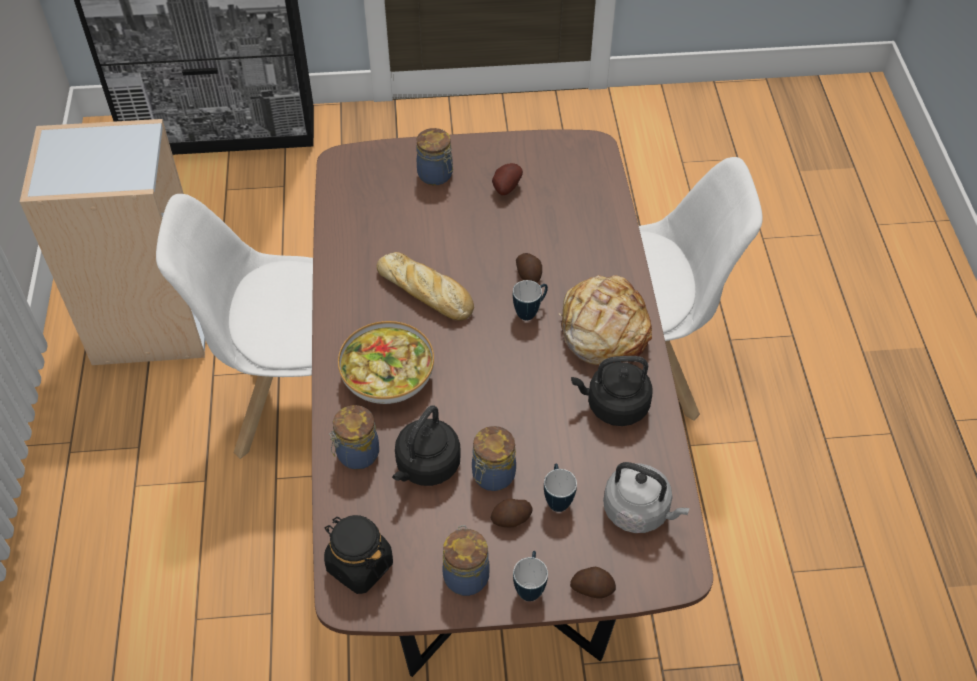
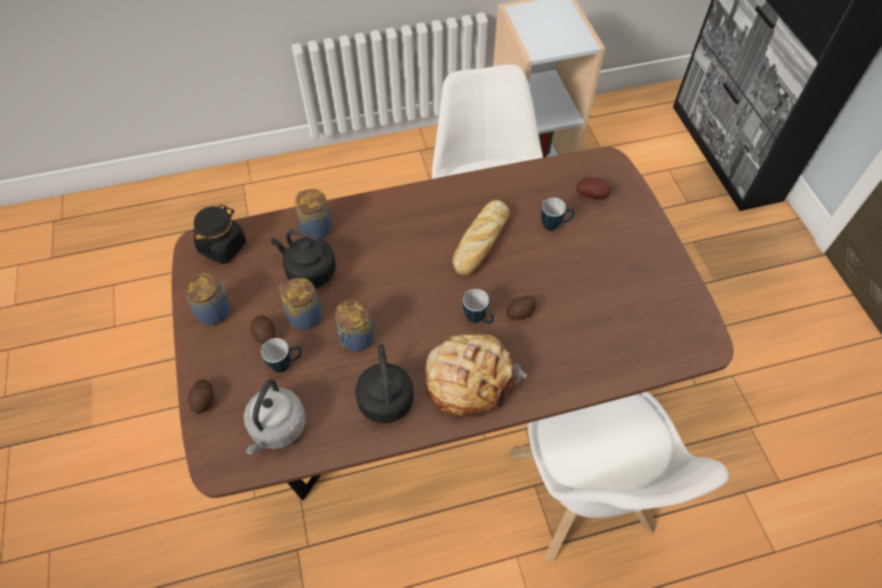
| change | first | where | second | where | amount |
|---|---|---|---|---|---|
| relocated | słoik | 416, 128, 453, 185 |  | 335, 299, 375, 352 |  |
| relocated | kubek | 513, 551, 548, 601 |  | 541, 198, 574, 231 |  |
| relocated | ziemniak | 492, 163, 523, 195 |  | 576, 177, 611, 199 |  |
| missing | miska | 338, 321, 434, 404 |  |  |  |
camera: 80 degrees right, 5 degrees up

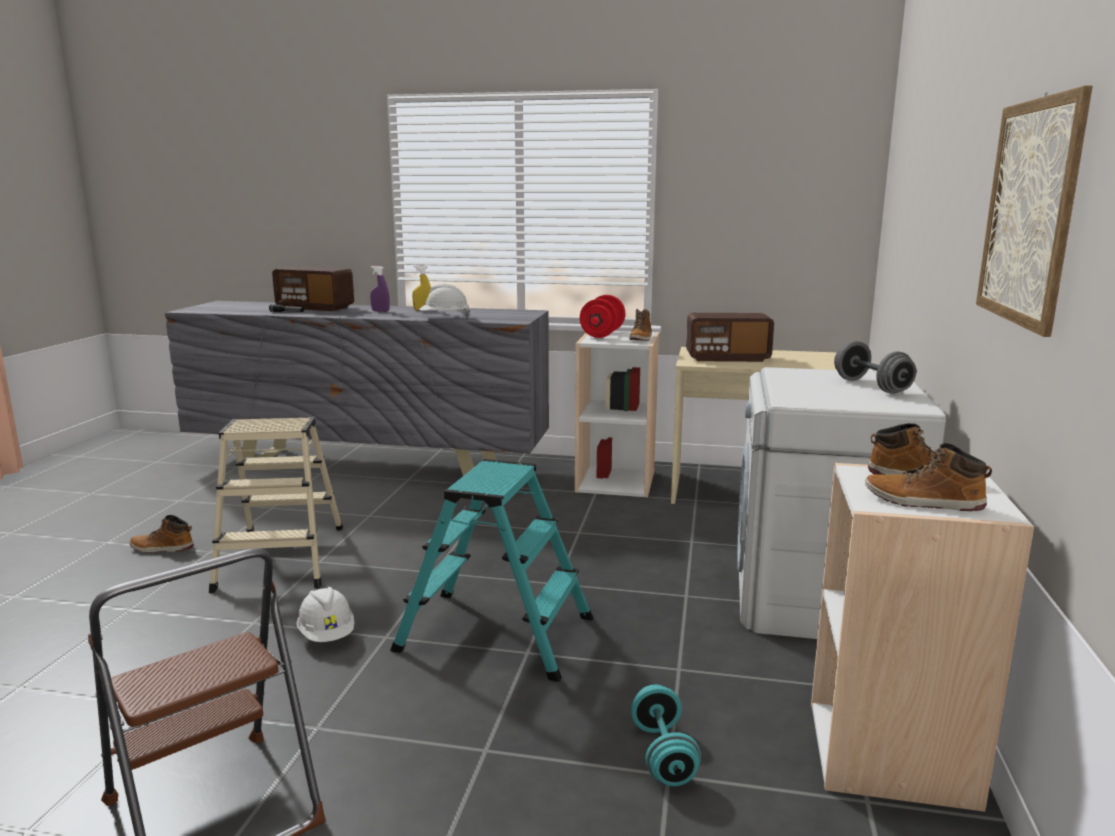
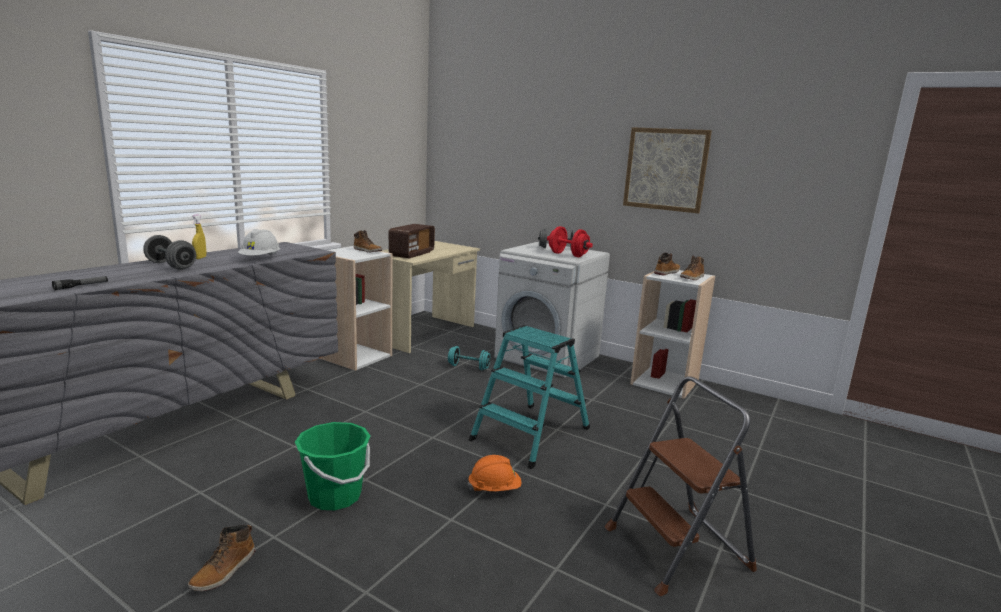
| change | first | where | second | where | amount |
|---|---|---|---|---|---|
| exchanged | spryskiwacz (fioletowy) | 370, 266, 389, 312 | hantel (szary) | 143, 235, 196, 270 |  |
| exchanged | drabinka (beżowy) | 209, 417, 343, 593 | wiadro (zielony) | 295, 422, 371, 510 |  |
| relocated | hantel (turkusowy) | 631, 685, 701, 786 |  | 448, 346, 490, 370 |  |
| colour | kask (biały) | 296, 587, 354, 642 | kask (pomarańczowy) | 468, 455, 522, 492 |  |
| relocated | hantel (czerwony) | 580, 295, 625, 338 |  | 547, 226, 593, 257 |  |
| missing | radio | 272, 266, 354, 311 |  |  |  |
camera: 70 degrees left, 0 degrees up

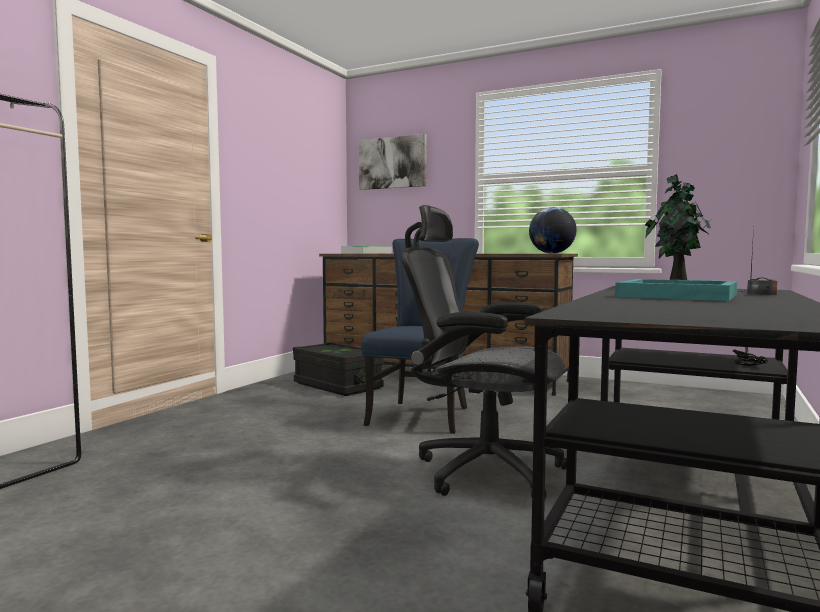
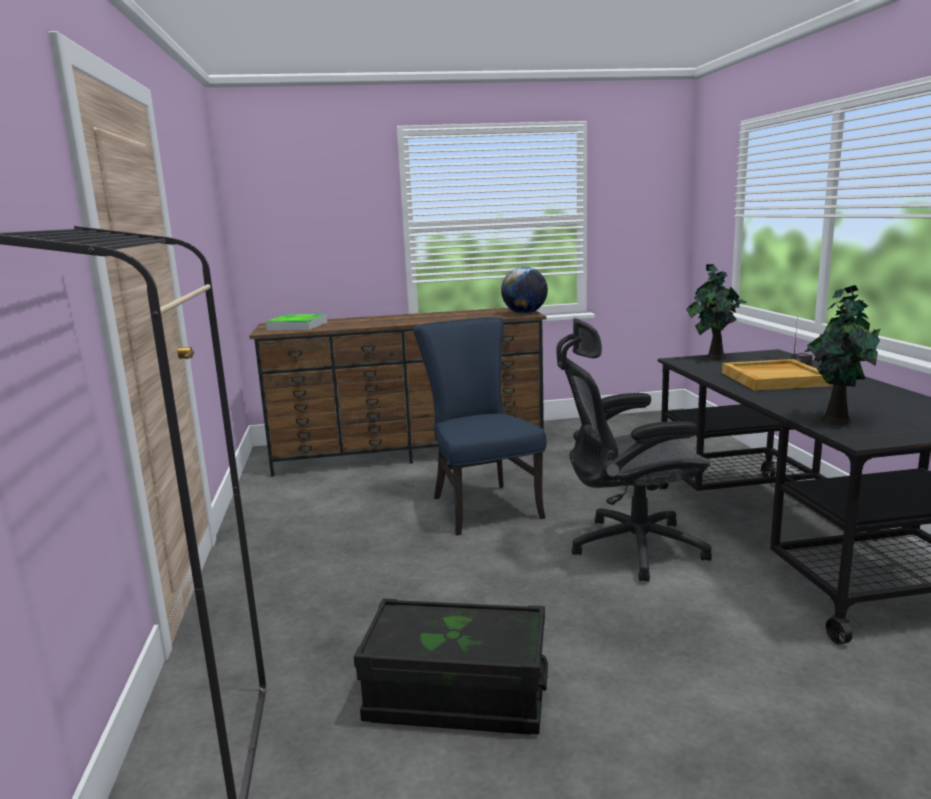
| change | first | where | second | where | amount |
|---|---|---|---|---|---|
| relocated | pojemnik do przechowywania (czarny) | 293, 342, 384, 396 |  | 354, 598, 548, 735 |  |
| colour | taca (turkusowy) | 615, 279, 737, 301 | taca (beżowy) | 722, 359, 833, 391 |  |
| appeared |  |  | roślina doniczkowa | 805, 285, 880, 425 |  |
| missing | obraz | 359, 134, 426, 190 |  |  |  |
camera: 35 degrees left, 10 degrees up

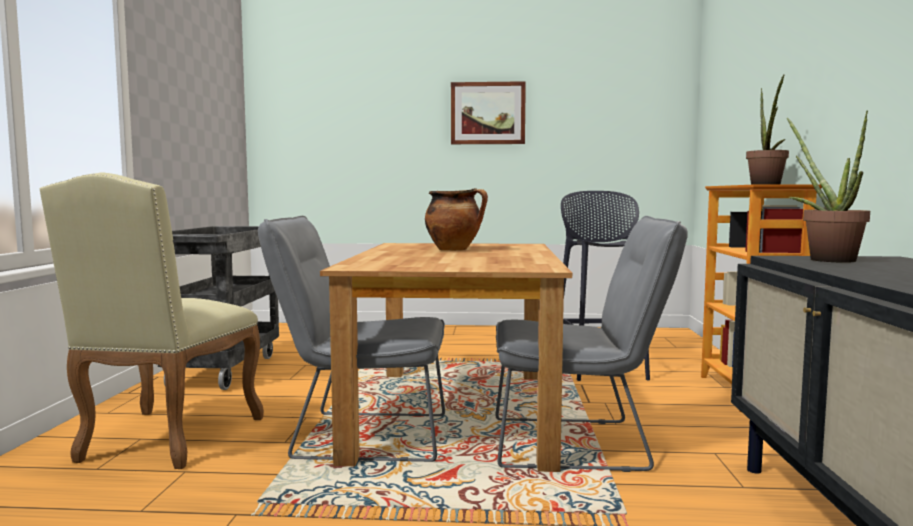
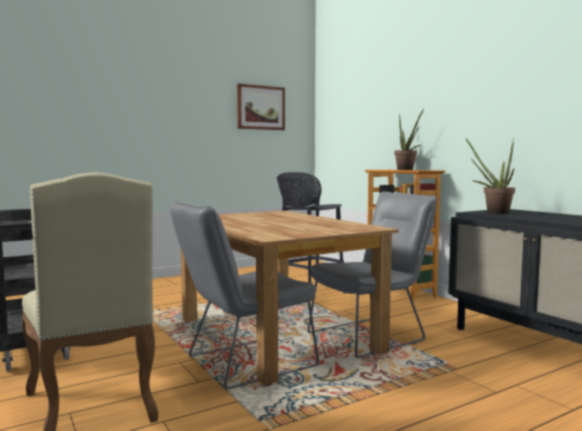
| change | first | where | second | where | amount |
|---|---|---|---|---|---|
| relocated | obraz | 451, 81, 526, 144 |  | 237, 83, 285, 130 |  |
| missing | garnek | 425, 188, 488, 251 |  |  |  |
camera: 35 degrees left, 0 degrees up

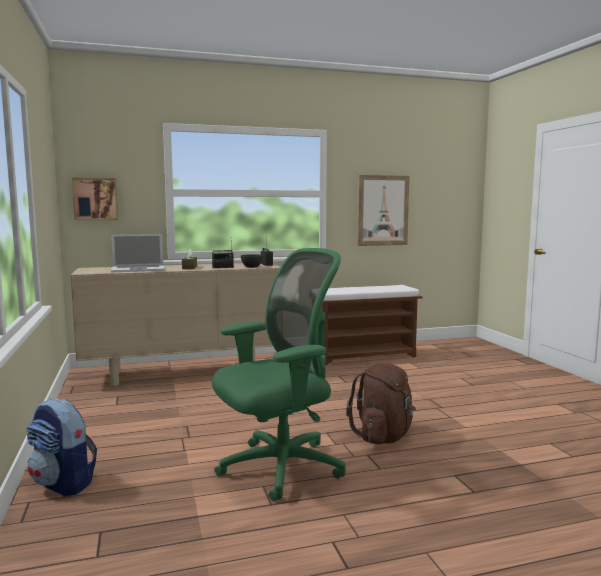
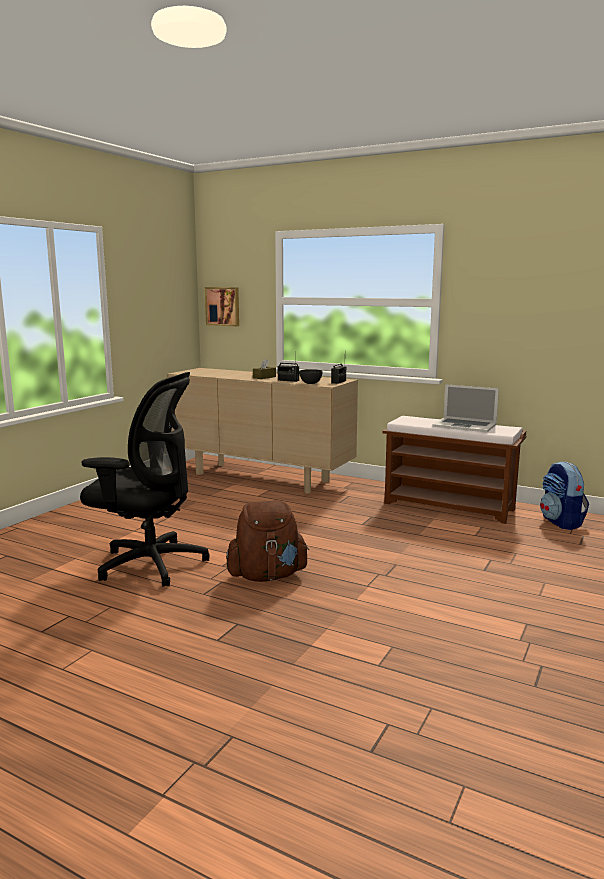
| change | first | where | second | where | amount |
|---|---|---|---|---|---|
| colour | krzesło biurowe (zielony) | 212, 248, 346, 502 | krzesło biurowe (czarny) | 80, 372, 210, 586 |  |
| relocated | laptop | 111, 234, 165, 272 |  | 432, 384, 499, 432 |  |
| relocated | plecak | 26, 399, 97, 497 |  | 540, 461, 589, 530 |  |
| missing | obraz | 358, 175, 409, 246 |  |  |  |
camera: 45 degrees right, 5 degrees up

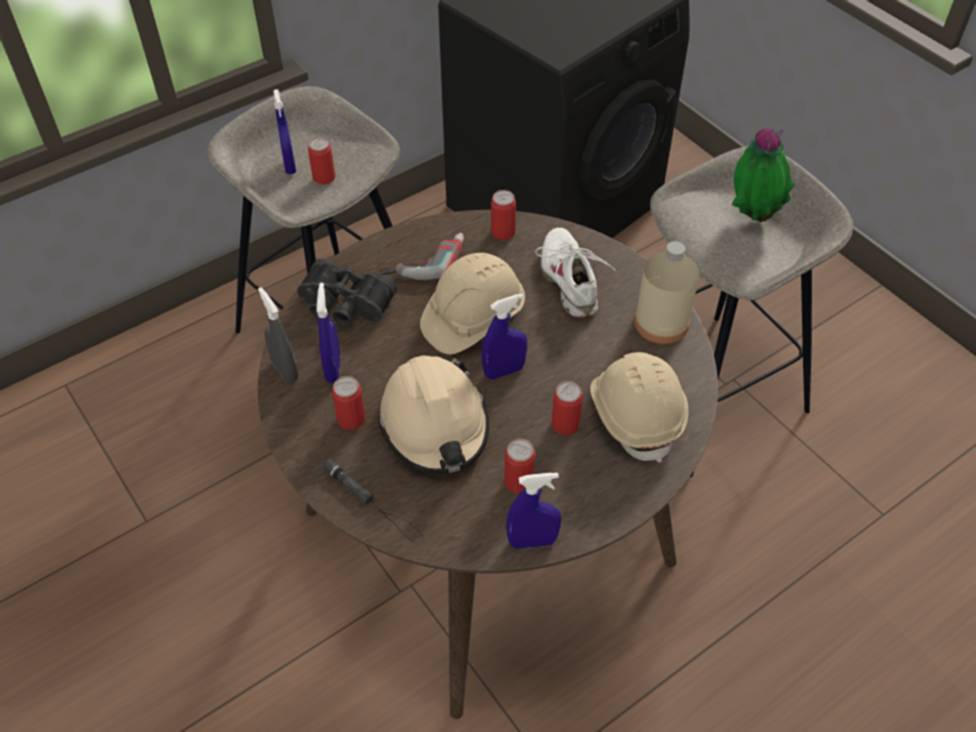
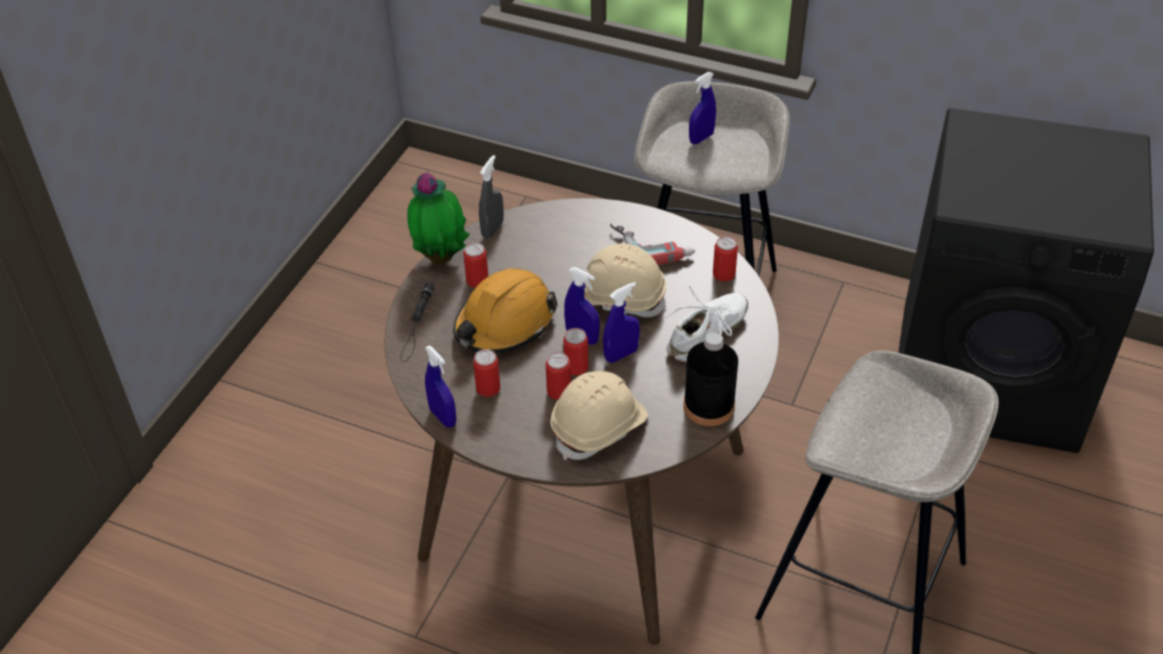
| change | first | where | second | where | amount |
|---|---|---|---|---|---|
| relocated | roślina doniczkowa | 732, 128, 795, 222 |  | 407, 172, 470, 265 |  |
| colour | kask (beżowy) | 378, 355, 489, 474 | kask (pomarańczowy) | 453, 268, 558, 353 |  |
| relocated | puszka | 308, 137, 335, 184 |  | 563, 328, 588, 375 |  |
| relocated | spryskiwacz (niebieski) | 317, 283, 340, 383 |  | 603, 282, 640, 363 |  |
| colour | butelka (beżowy) | 634, 241, 700, 344 | butelka (czarny) | 683, 332, 738, 426 |  |
| missing | lornetka (czarny) | 297, 259, 397, 326 |  |  |  |
camera: 60 degrees right, 5 degrees down

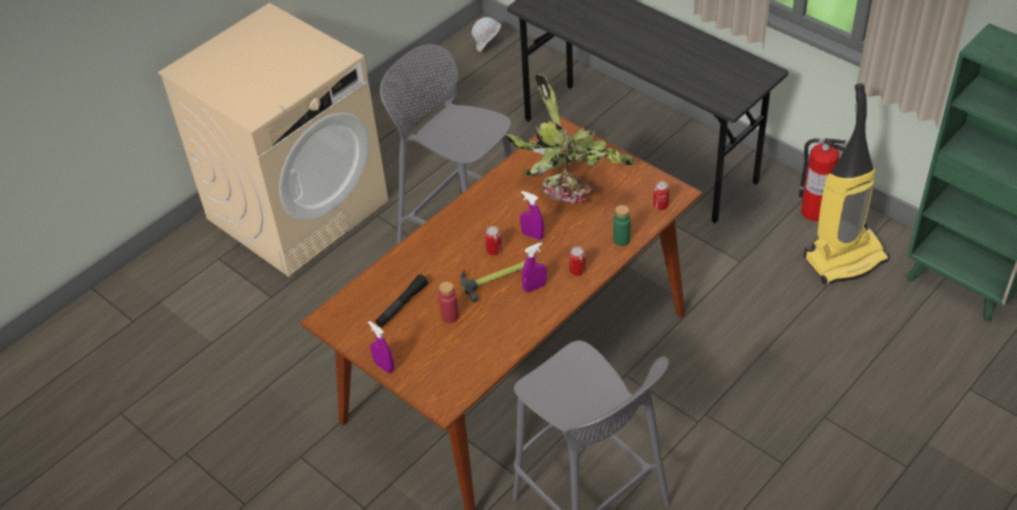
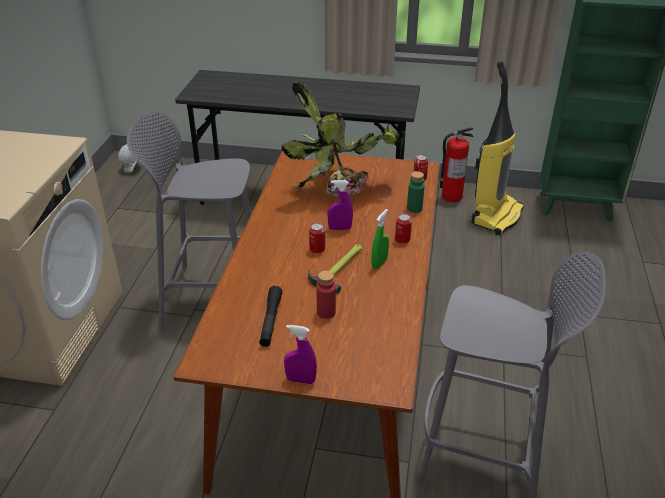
| change | first | where | second | where | amount |
|---|---|---|---|---|---|
| colour | spryskiwacz (fioletowy) | 522, 242, 547, 292 | spryskiwacz (zielony) | 371, 209, 389, 269 |  |
camera: 35 degrees left, 10 degrees down

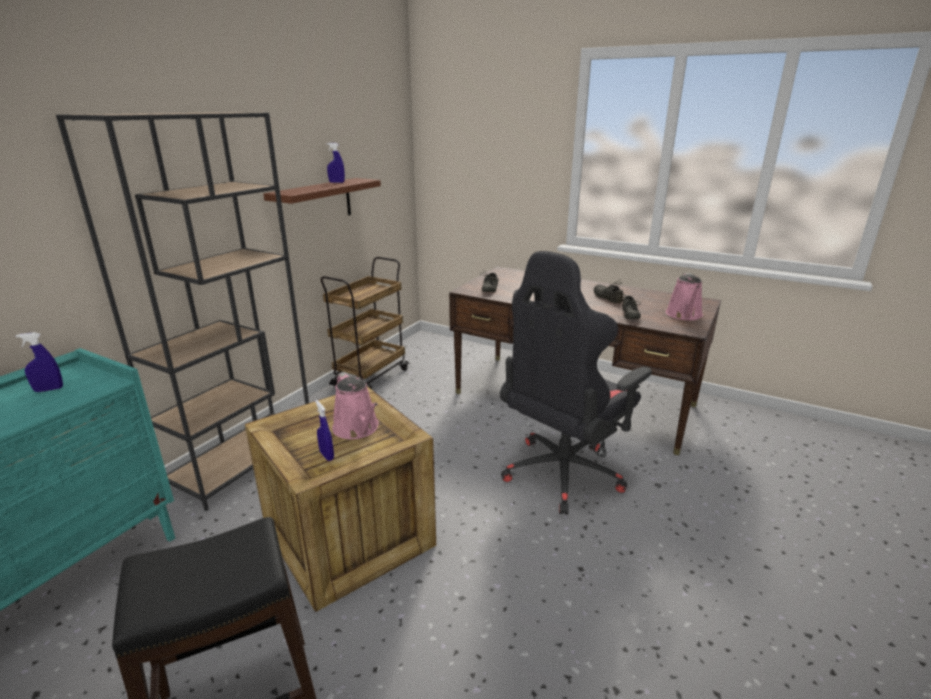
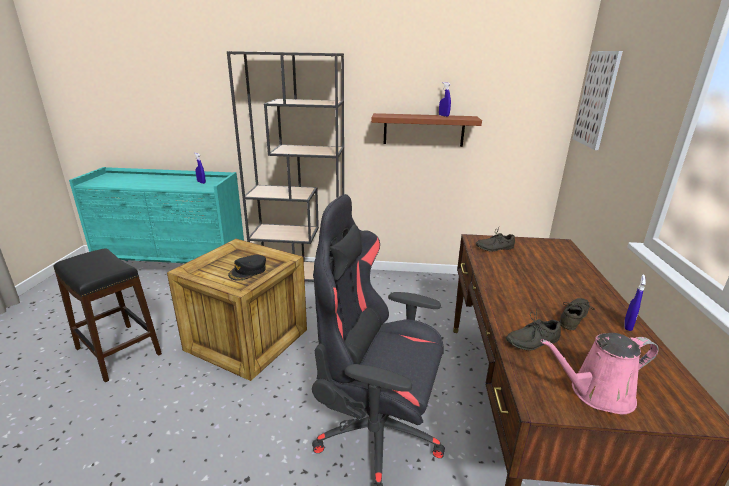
| change | first | where | second | where | amount |
|---|---|---|---|---|---|
| exchanged | konewka (różowy) | 332, 372, 379, 439 | czapka z daszkiem (czarny) | 228, 255, 266, 281 |  |
| appeared |  |  | obraz | 573, 51, 623, 150 |  |
| relocated | spryskiwacz (niebieski) | 315, 400, 334, 461 |  | 625, 275, 646, 331 |  |
| missing | wózek (brązowy) | 321, 257, 410, 389 |  |  |  |
camera: 65 degrees right, 0 degrees up

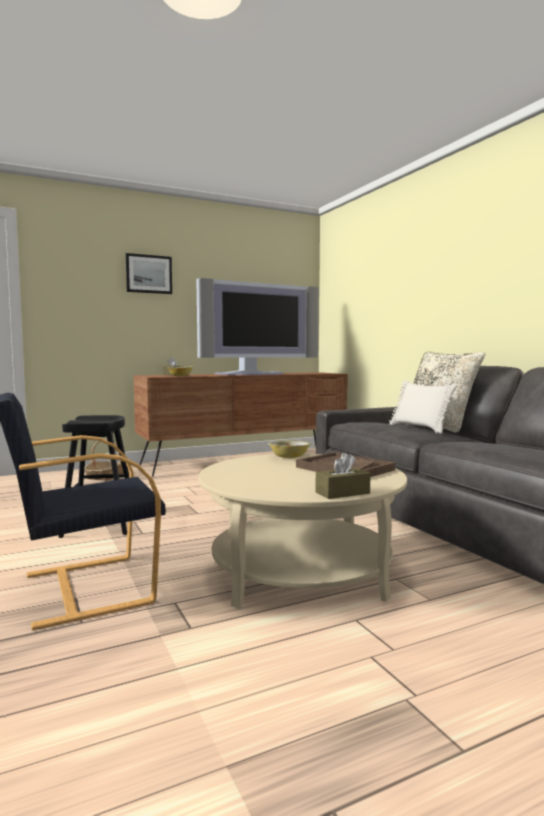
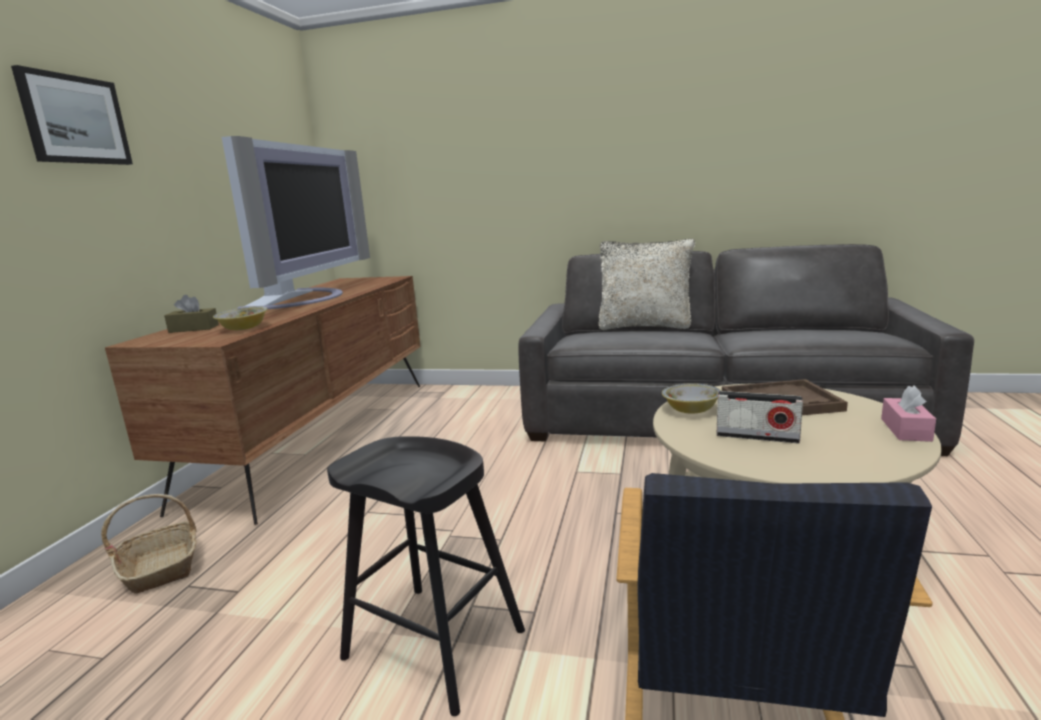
| change | first | where | second | where | amount |
|---|---|---|---|---|---|
| appeared |  |  | radio | 716, 391, 803, 444 |  |
| colour | pudełko chusteczek (brązowy) | 316, 452, 371, 499 | pudełko chusteczek (różowy) | 881, 386, 936, 442 |  |
| missing | poduszka (biały) | 389, 380, 457, 434 |  |  |  |
camera: 50 degrees left, 10 degrees up

